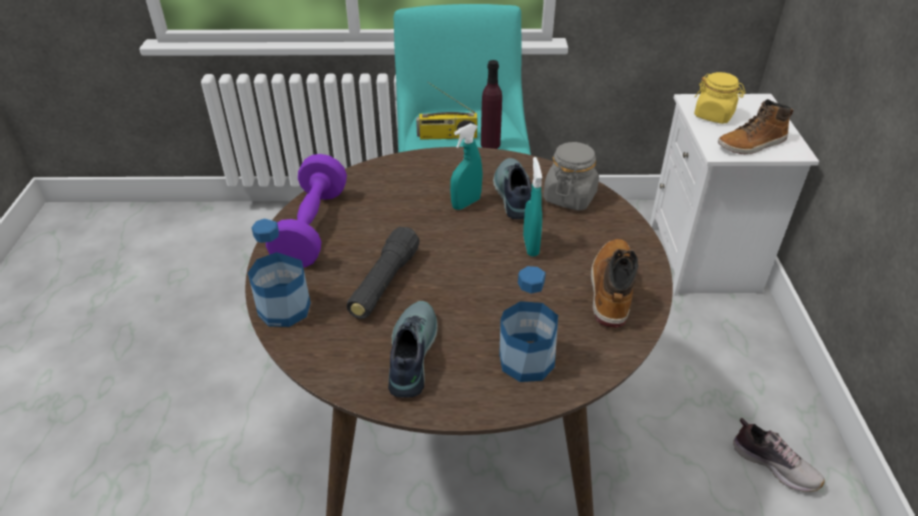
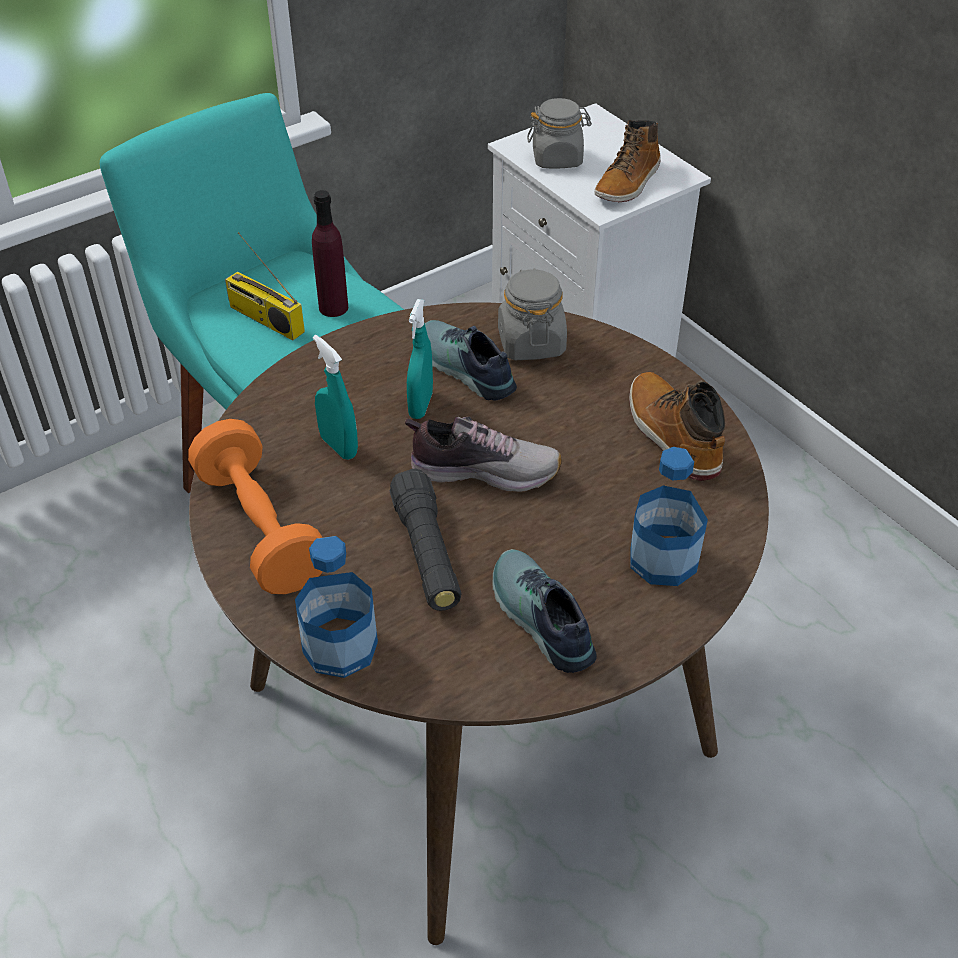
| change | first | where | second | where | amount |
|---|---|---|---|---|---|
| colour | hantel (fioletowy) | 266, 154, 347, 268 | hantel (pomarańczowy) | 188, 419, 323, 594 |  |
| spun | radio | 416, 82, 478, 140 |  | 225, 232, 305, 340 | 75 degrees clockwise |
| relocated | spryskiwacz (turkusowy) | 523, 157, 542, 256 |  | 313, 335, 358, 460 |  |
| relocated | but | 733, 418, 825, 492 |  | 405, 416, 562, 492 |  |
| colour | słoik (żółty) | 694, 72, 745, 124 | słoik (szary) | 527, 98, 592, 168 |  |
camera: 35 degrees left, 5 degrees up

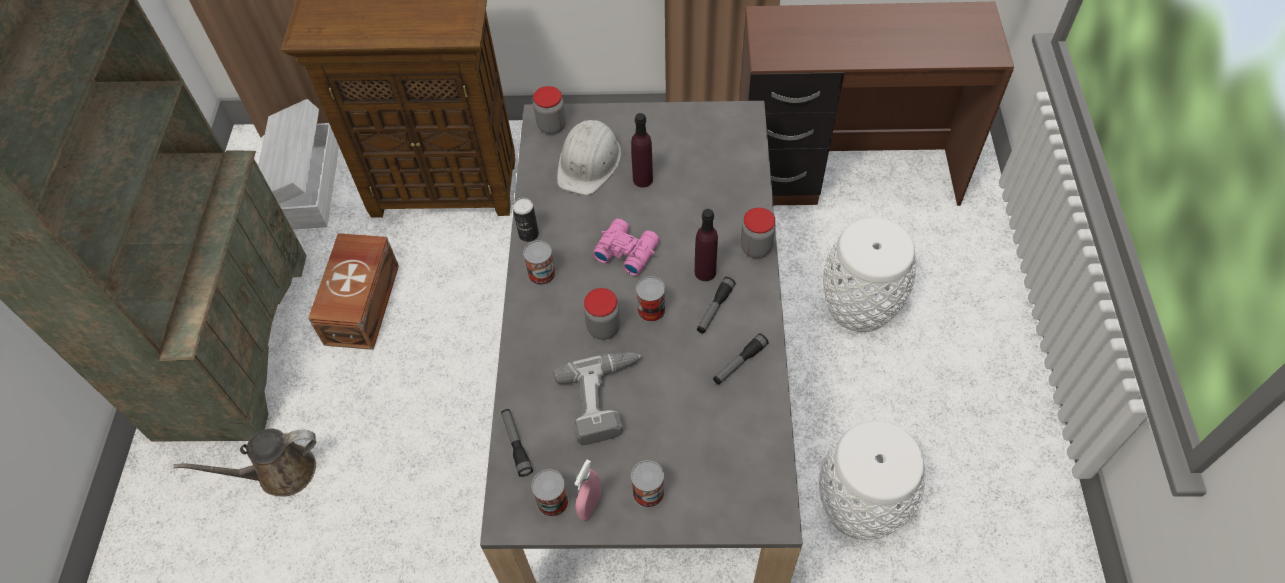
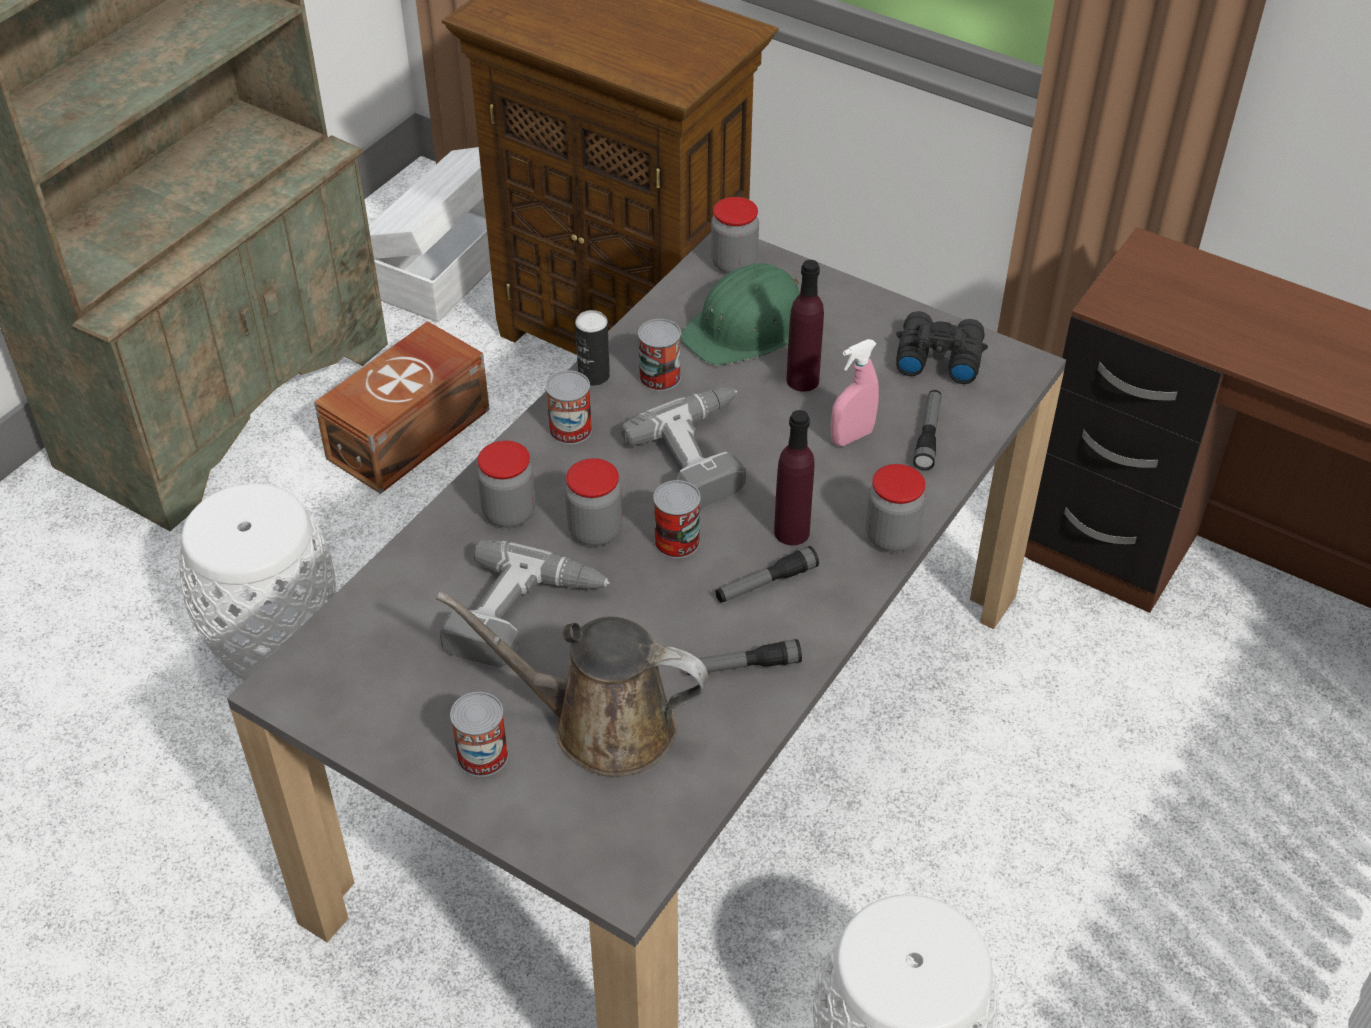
| change | first | where | second | where | amount |
|---|---|---|---|---|---|
| relocated | stołek (biały) | 823, 217, 916, 332 |  | 179, 484, 336, 680 |  |
| relocated | konewka (brązowy) | 173, 429, 316, 497 |  | 436, 591, 708, 777 |  |
| appeared |  |  | słoik | 477, 441, 536, 528 |  |
| exchanged | lornetka (różowy) | 593, 219, 660, 276 | wiertarka | 621, 388, 746, 509 |  |
| relocated | puszka | 532, 469, 569, 517 |  | 638, 319, 681, 391 |  |
| colour | kask (biały) | 557, 120, 621, 195 | kask (zielony) | 680, 263, 800, 366 |  |
| relocated | spryskiwacz (różowy) | 575, 460, 601, 521 |  | 831, 339, 879, 446 |  |
| appeared |  |  | lornetka (czarny) | 896, 311, 988, 384 |  |
| relocated | latarka | 501, 409, 533, 477 |  | 913, 390, 941, 471 |  |
camera: 30 degrees right, 10 degrees down

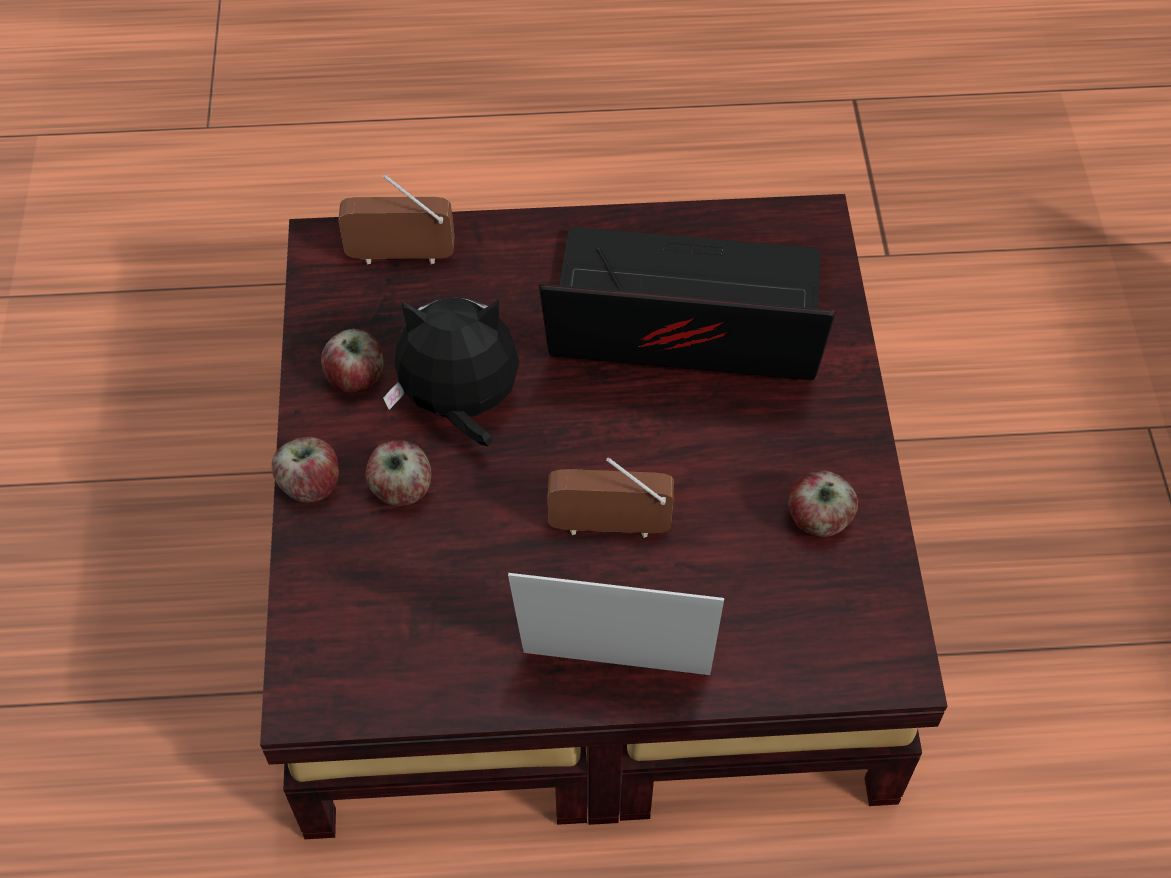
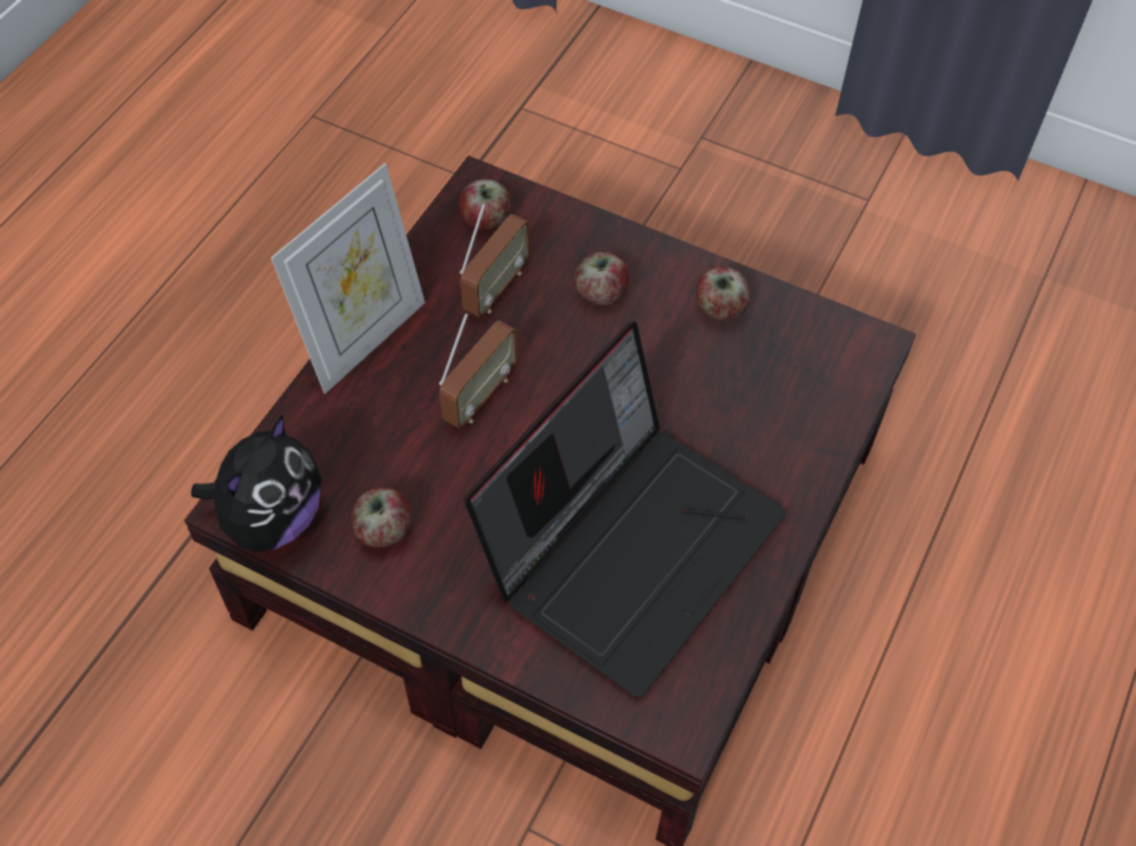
| change | first | where | second | where | amount |
|---|---|---|---|---|---|
| relocated | pluszak | 383, 297, 520, 447 |  | 191, 415, 321, 552 |  |
| relocated | jabłko | 271, 437, 339, 503 |  | 459, 179, 510, 231 |  |
| relocated | radio | 338, 174, 454, 264 |  | 460, 203, 530, 318 |  |
camera: 120 degrees right, 0 degrees up

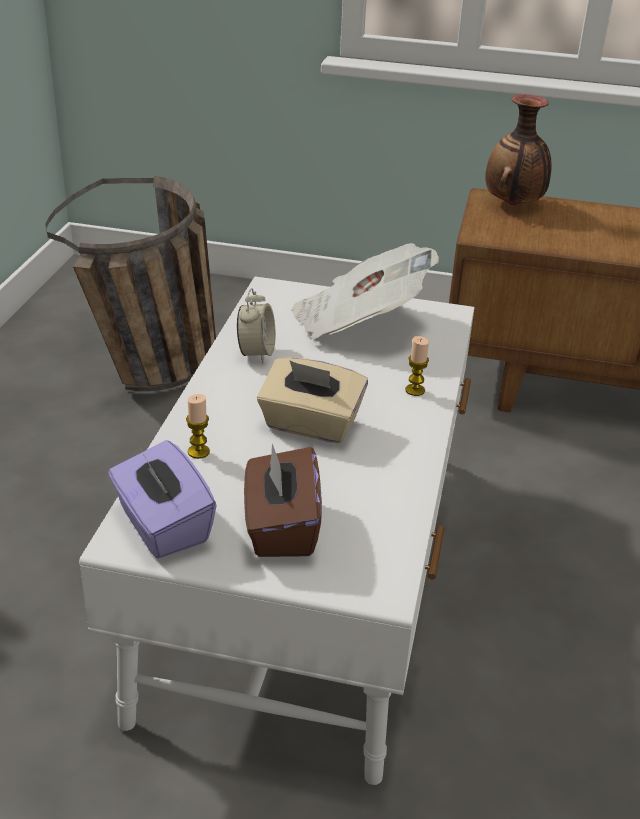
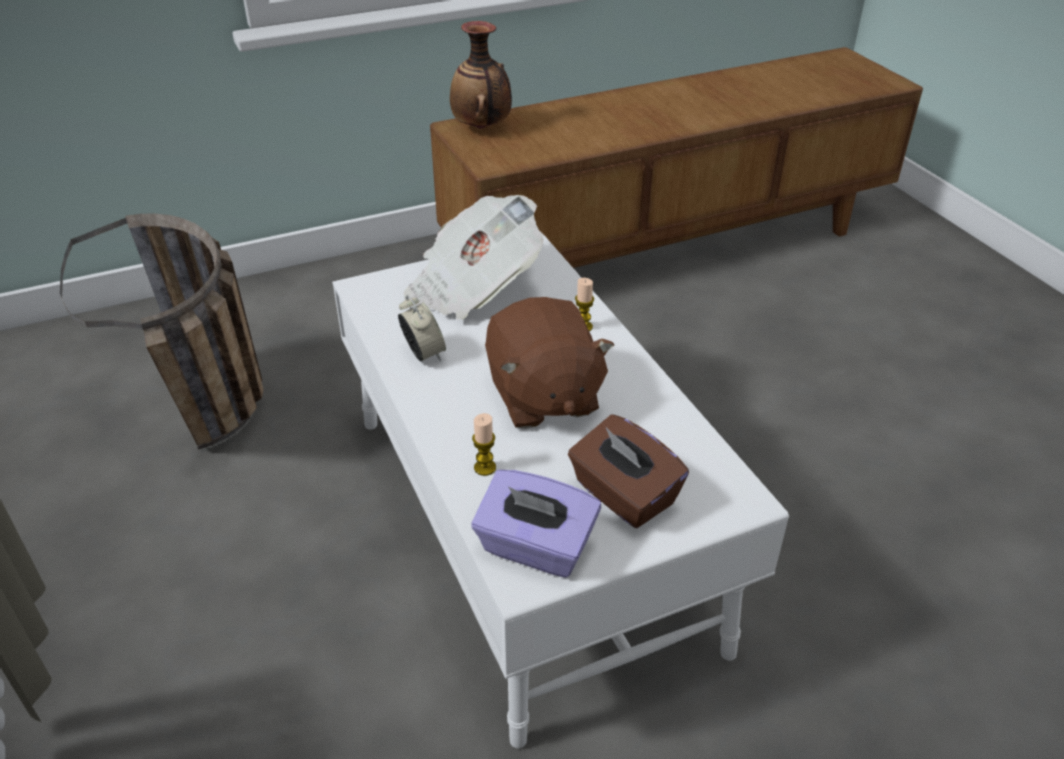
| change | first | where | second | where | amount |
|---|---|---|---|---|---|
| exchanged | pudełko chusteczek (beżowy) | 257, 357, 368, 443 | pluszak (brązowy) | 485, 297, 614, 429 |  |
camera: 35 degrees left, 5 degrees up

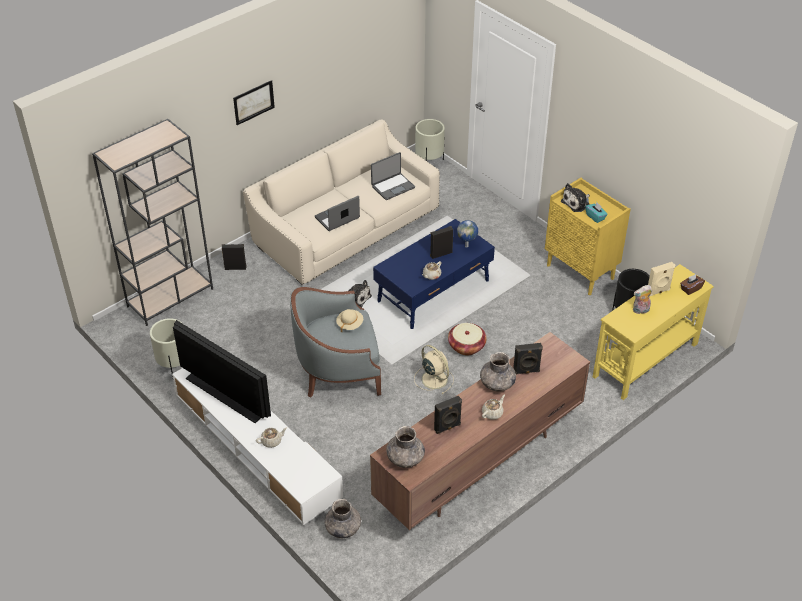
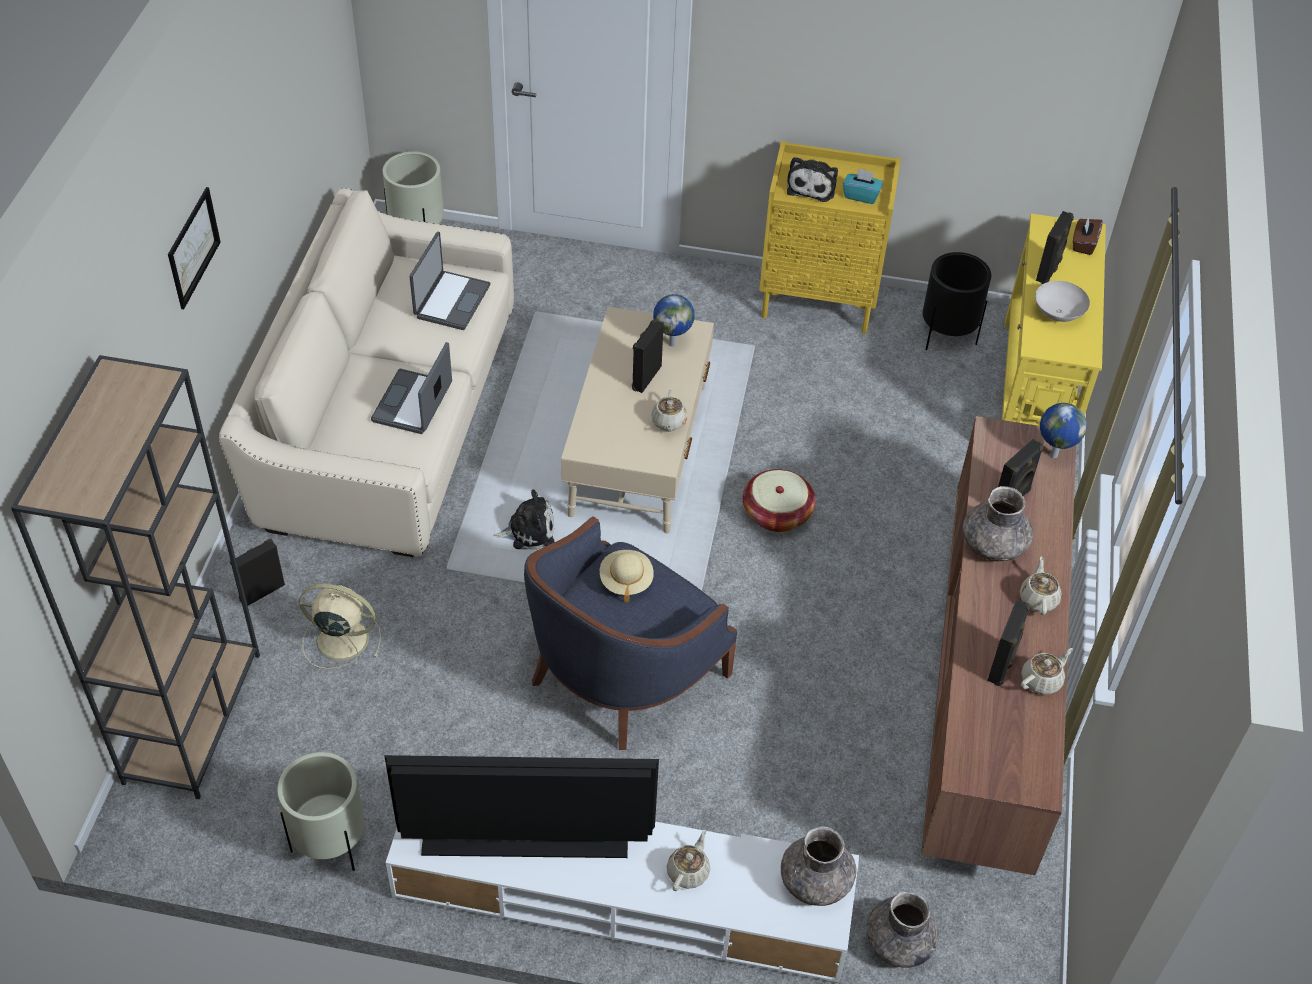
| change | first | where | second | where | amount |
|---|---|---|---|---|---|
| relocated | wentylator (beżowy) | 414, 345, 454, 394 |  | 299, 584, 381, 669 |  |
| colour | fotel (szary) | 290, 287, 381, 398 | fotel (niebieski) | 524, 516, 737, 750 |  |
| colour | ława (niebieski) | 373, 219, 495, 329 | ława (beżowy) | 561, 307, 714, 533 |  |
| relocated | wazon (szary) | 386, 426, 425, 468 |  | 781, 826, 856, 906 |  |
| appeared |  |  | imbryk (beżowy) | 1021, 648, 1073, 695 |  |
| exchanged | pluszak | 633, 285, 652, 314 | miska (biały) | 1035, 281, 1090, 322 |  |
| colour | głośnik (beżowy) | 648, 262, 675, 296 | głośnik (czarny) | 1036, 211, 1074, 284 |  |
| appeared |  |  | globus | 1040, 403, 1087, 458 |  |
camera: 40 degrees left, 5 degrees up

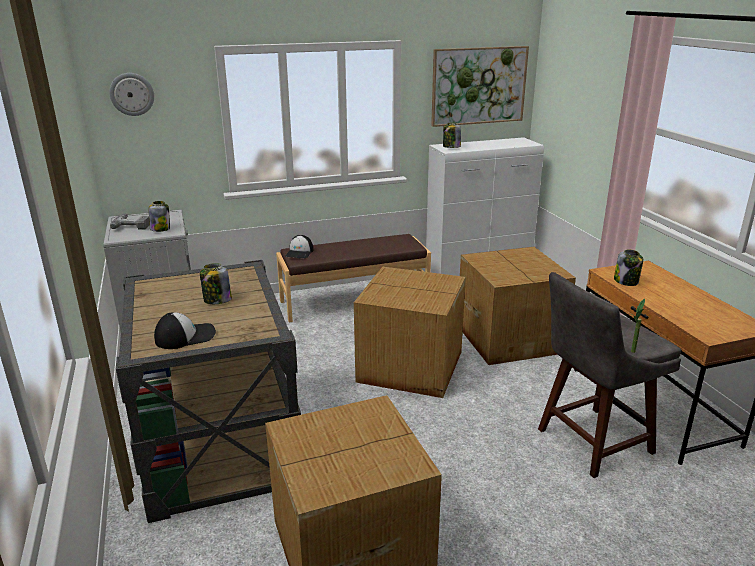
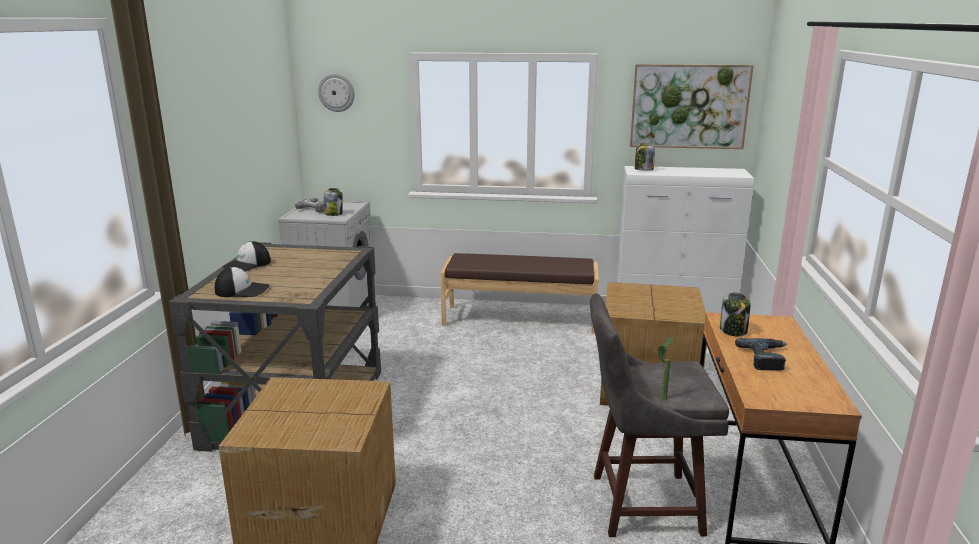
| change | first | where | second | where | amount |
|---|---|---|---|---|---|
| relocated | czapka z daszkiem | 285, 235, 314, 258 |  | 222, 241, 271, 271 |  |
| appeared |  |  | wiertarka | 735, 338, 787, 371 |  |
| missing | słoik | 200, 263, 232, 304 |  |  |  |
| missing | karton | 354, 267, 466, 398 |  |  |  |
camera: 25 degrees right, 5 degrees down

